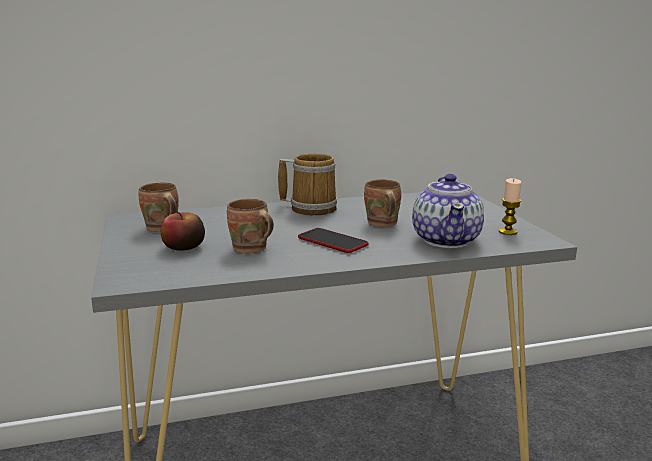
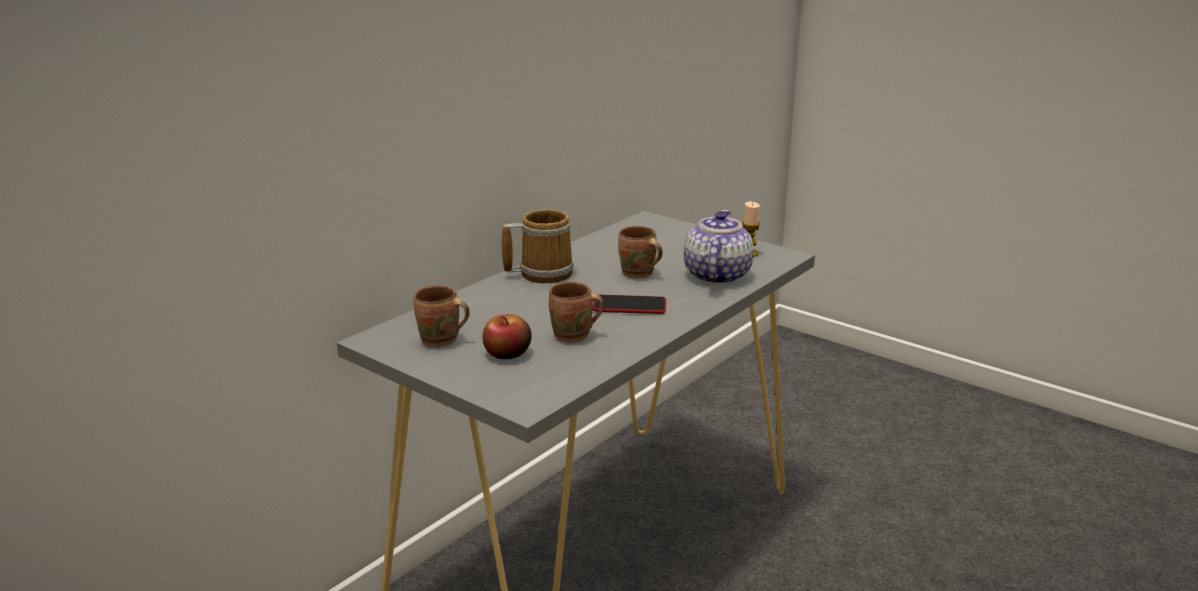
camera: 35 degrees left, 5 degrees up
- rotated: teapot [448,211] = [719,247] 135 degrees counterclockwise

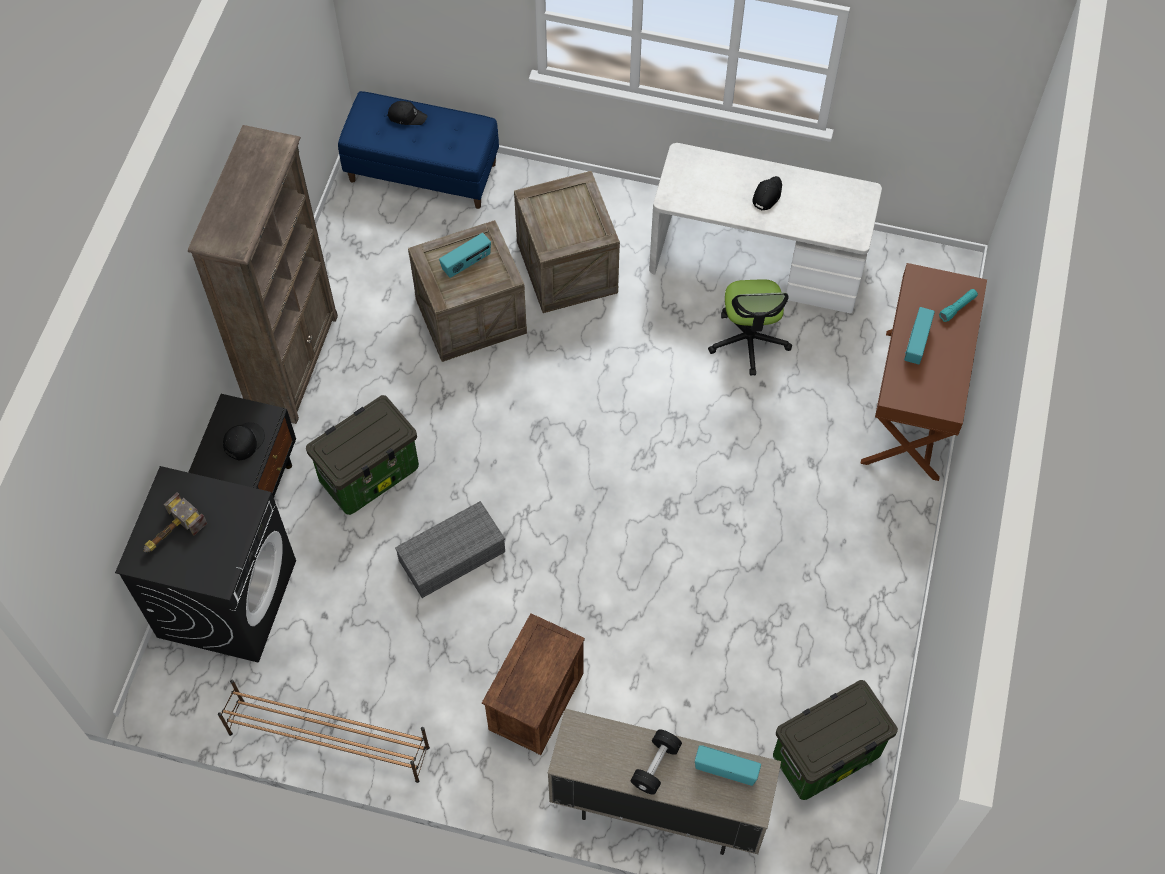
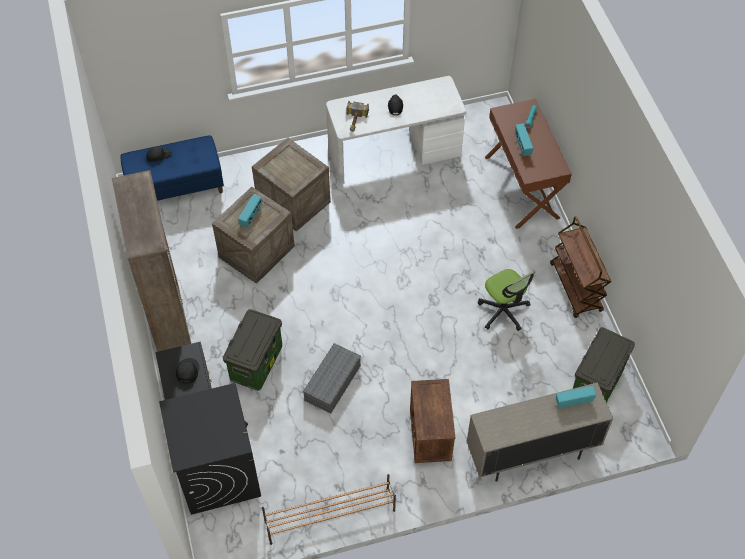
camera: 30 degrees left, 5 degrees down
- shifted: hammer [175,522] to [357,116]
- gone: black_dumbbell [656,762]
- shifted: office_chair [750,327] to [506,300]
- new: brown_cart [580,267]

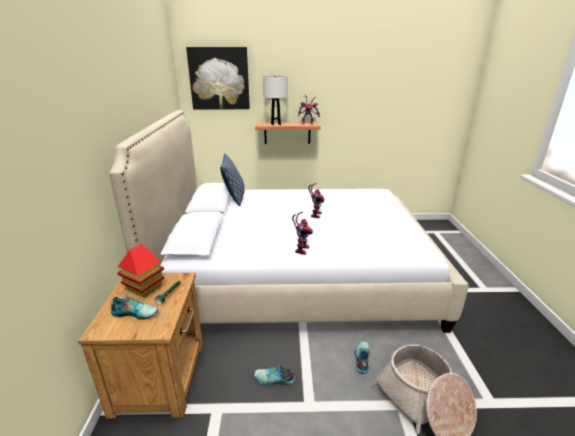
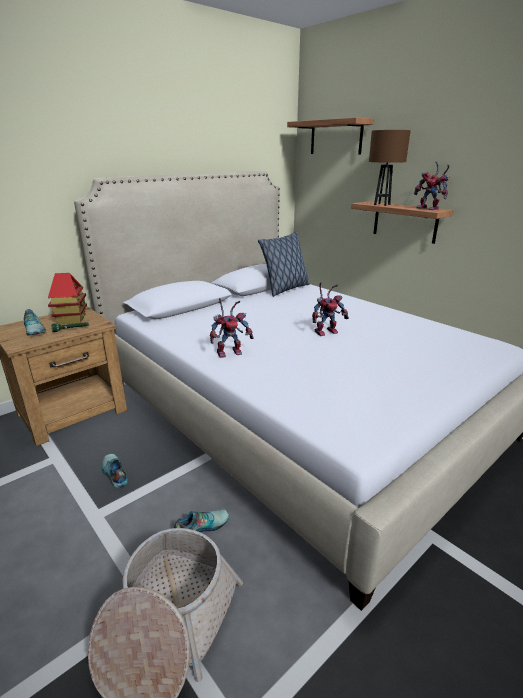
camera: 50 degrees right, 0 degrees up
- swapped: picture [218,78] to shelf [330,136]
- repainted: white_table_lamp [275,101] to brown_table_lamp [390,168]

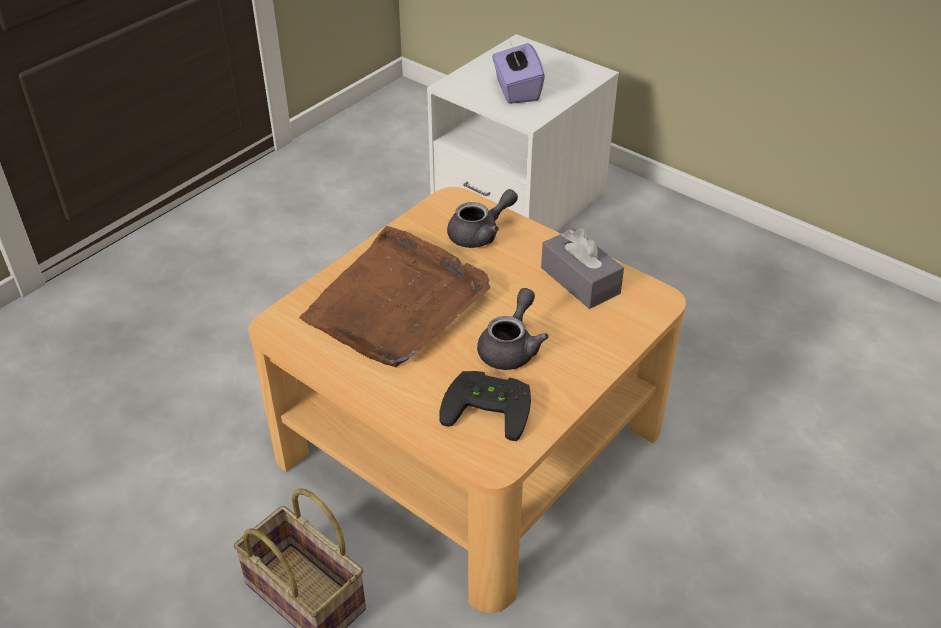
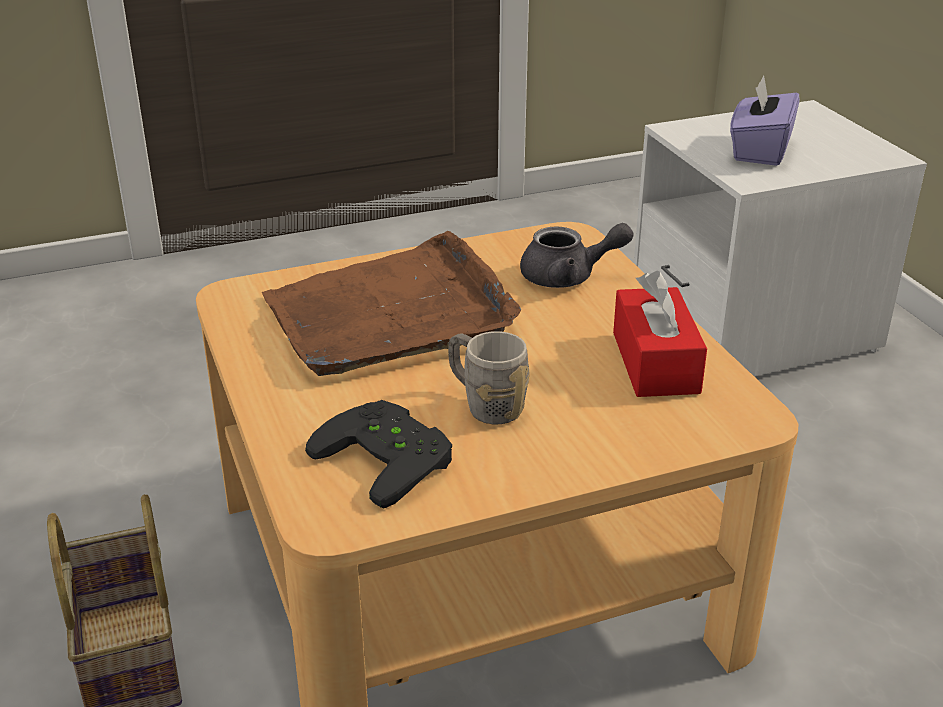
camera: 30 degrees right, 10 degrees down
- swapped: grey_teapot [513,329] to grey_mug [489,377]
- repainted: grey_tissue_box [582,268] to red_tissue_box [660,334]

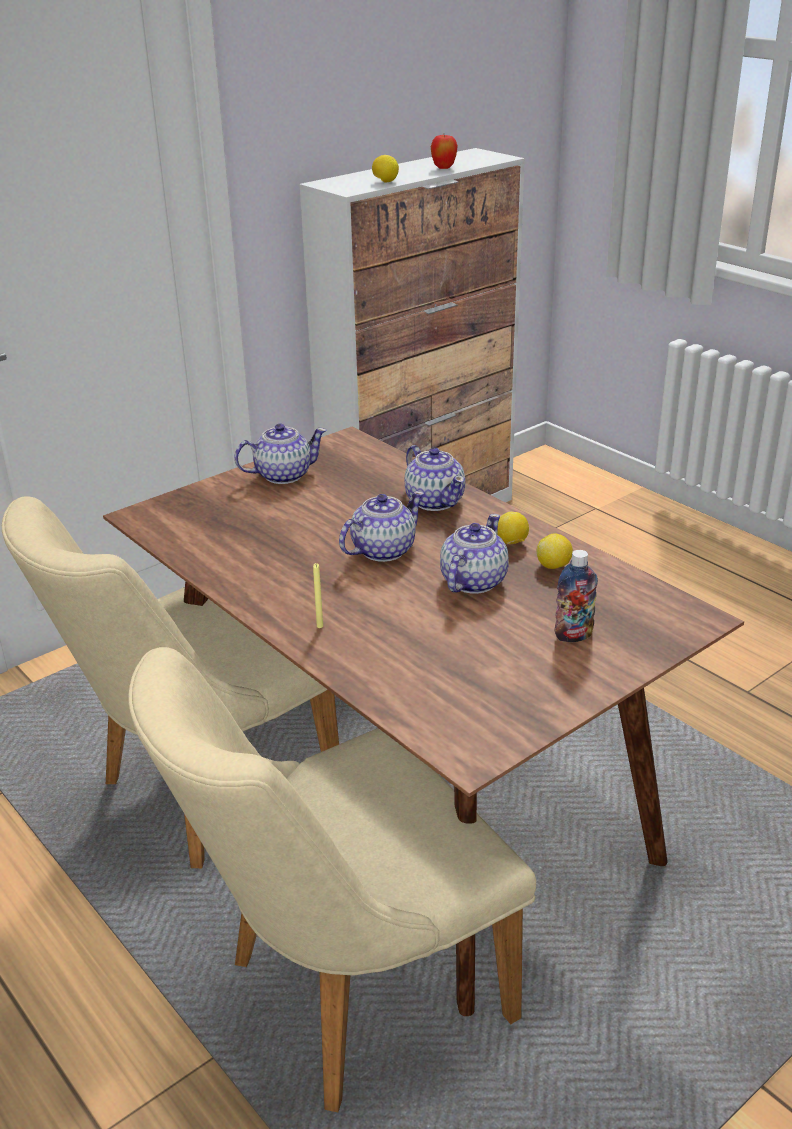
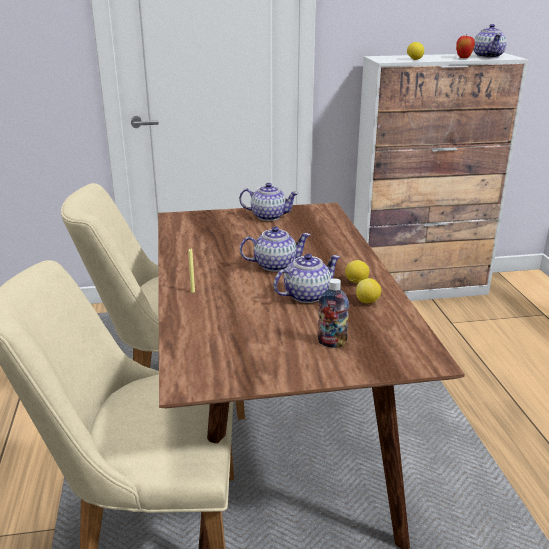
camera: 30 degrees right, 5 degrees down
- shifted: teapot [435,478] to [490,41]

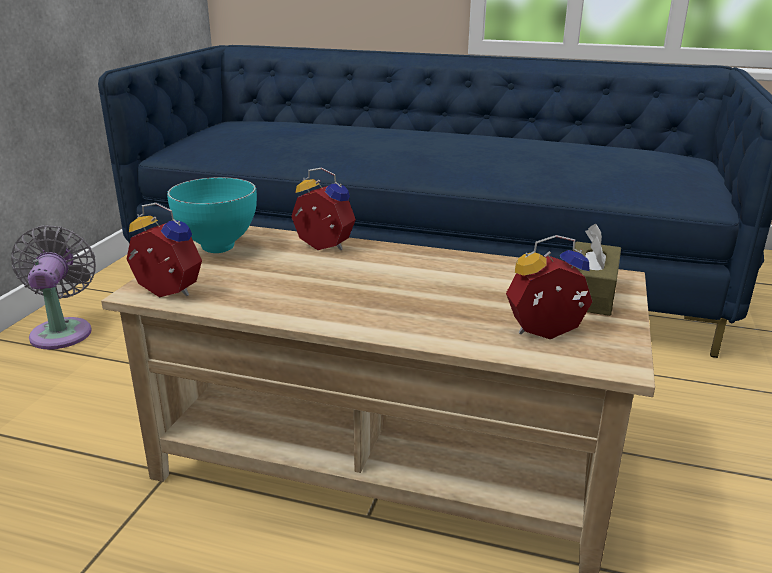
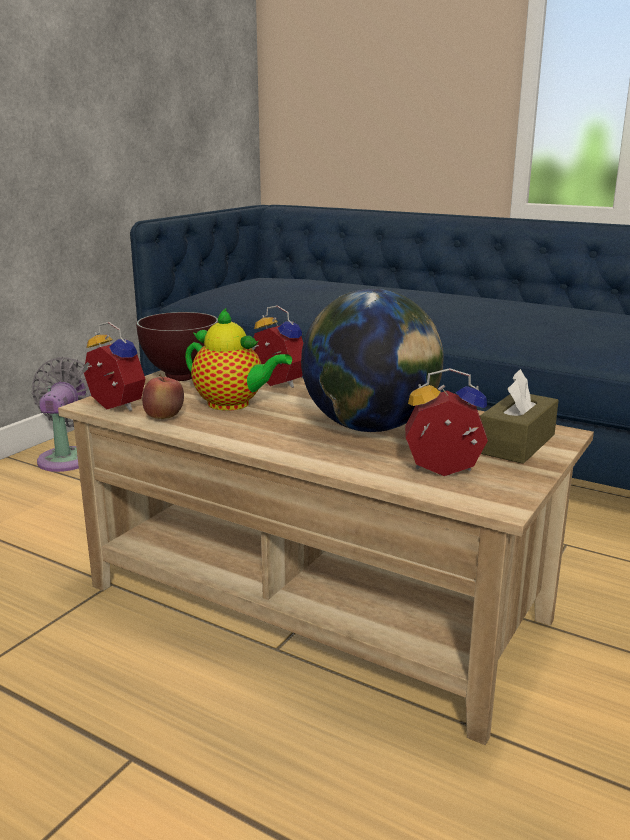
camera: 15 degrees right, 5 degrees down
- repainted: turquoise_bowl [212,215] to brown_bowl [177,346]
- new: apple [163,396]
- new: teapot [238,359]
- new: globe [372,360]

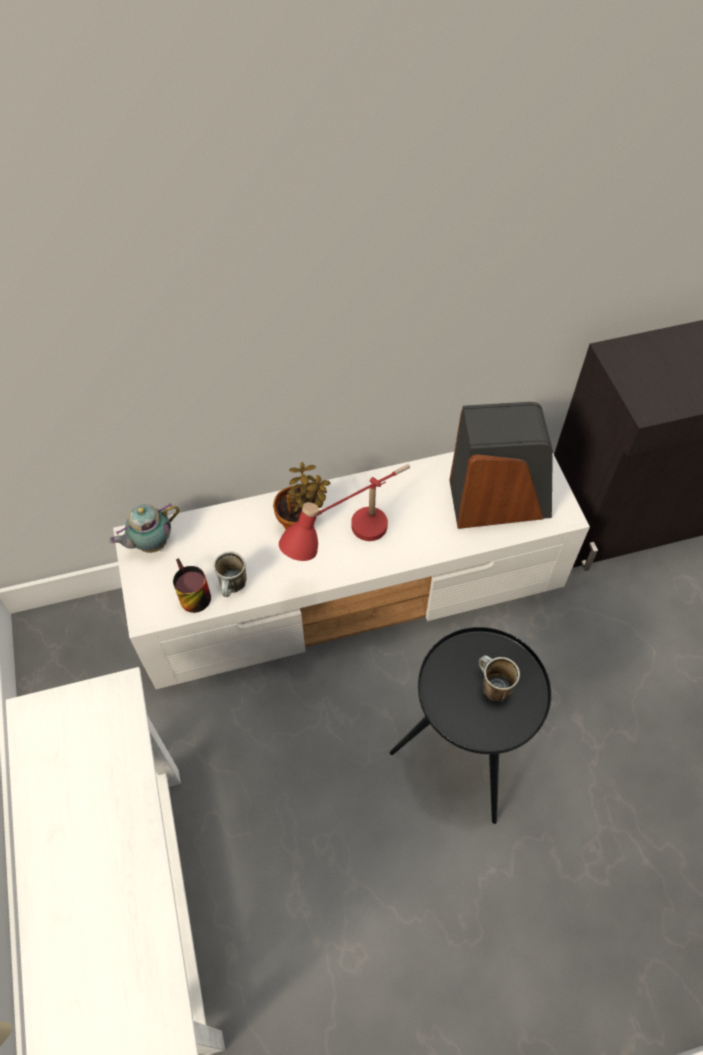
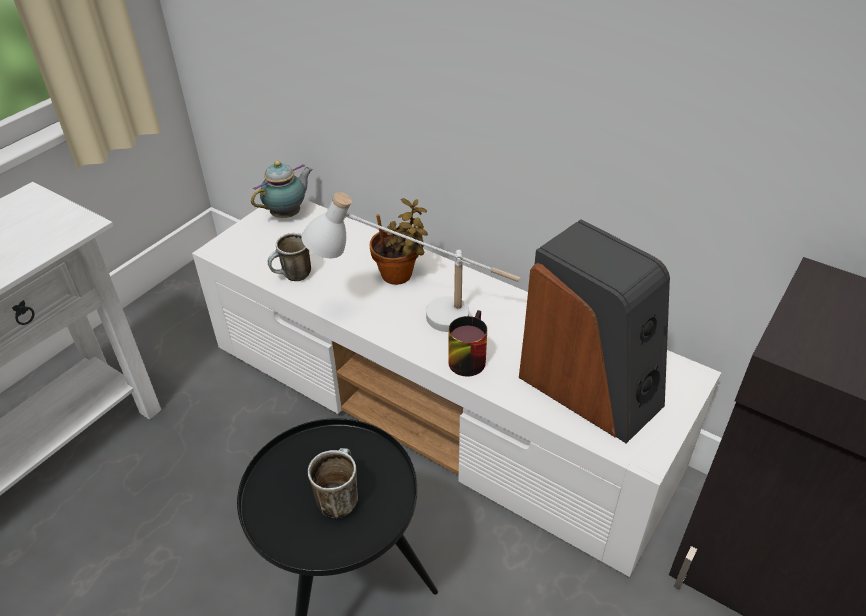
camera: 50 degrees right, 15 degrees down
- rotated: teapot [144,528] = [282,189] 120 degrees clockwise
- shifted: mug [192,585] to [467,343]
- repainted: red_table_lamp [344,512] to white_table_lamp [410,262]

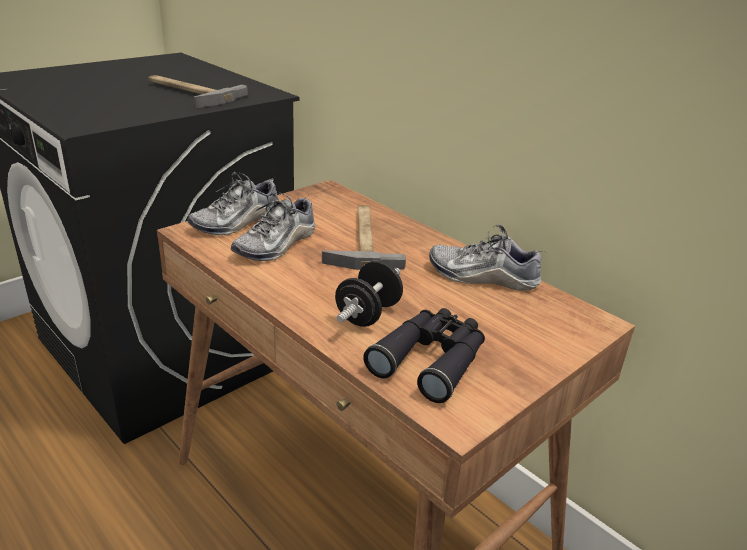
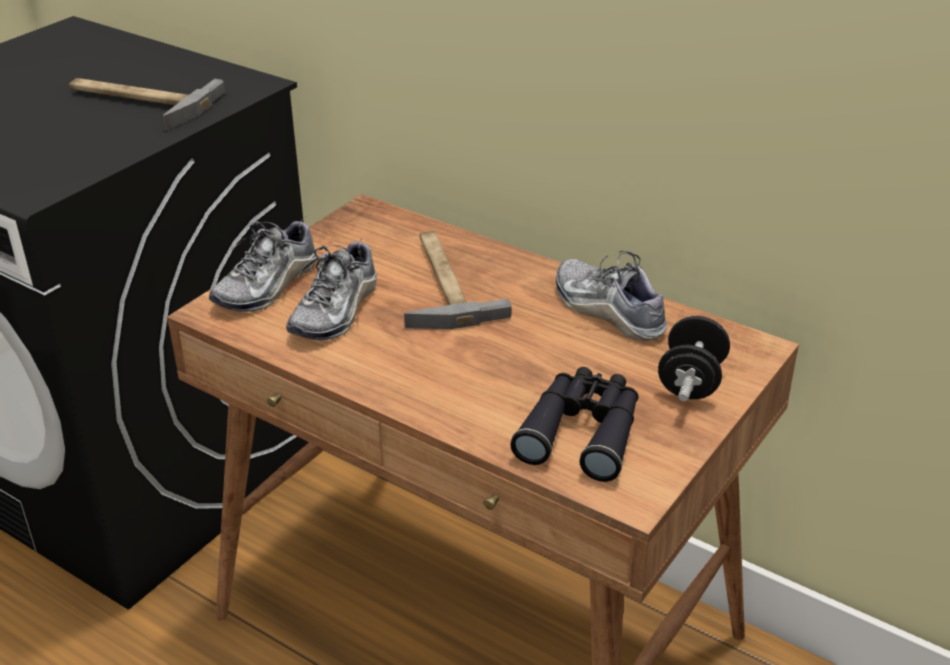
camera: 10 degrees left, 5 degrees up
- shifted: black_dumbbell [369,293] to [694,358]
- rotated: shoe [486,257] = [611,295] 45 degrees clockwise

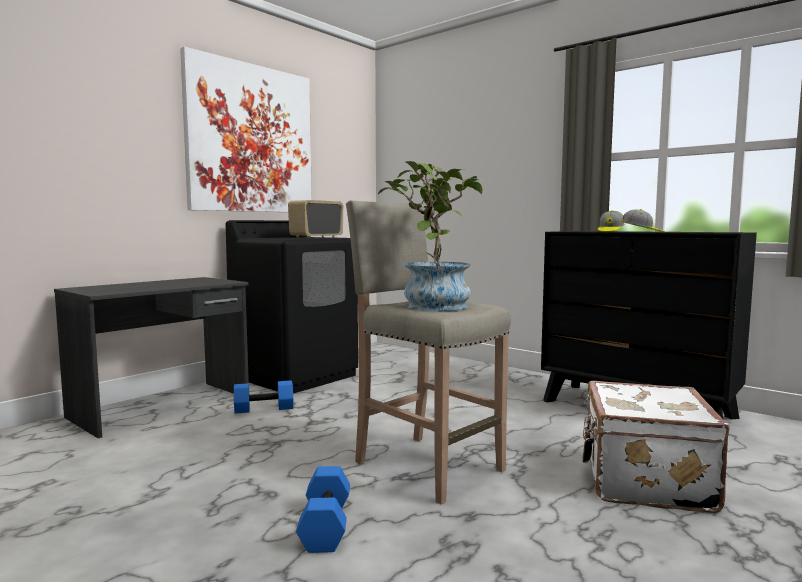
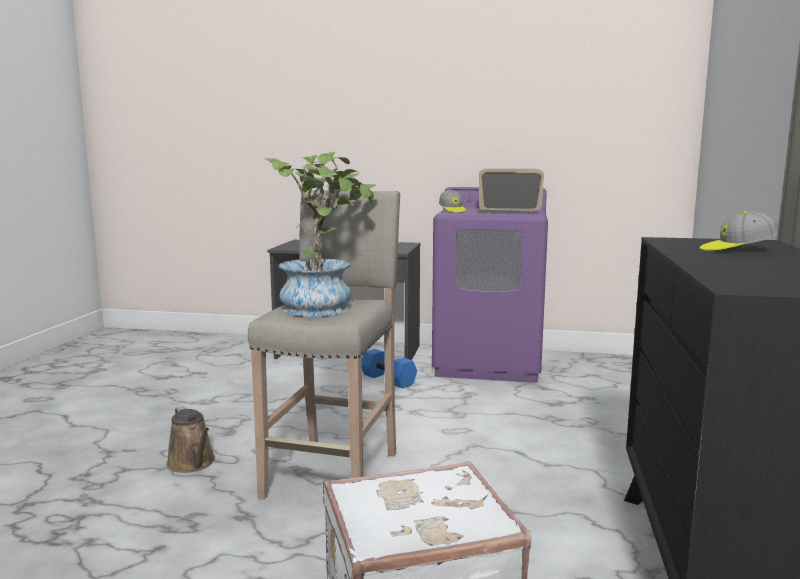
camera: 60 degrees right, 5 degrees up
- gone: picture [246,129]
- repainted: black_washing_machine [292,307] to purple_washing_machine [490,285]
- swapped: blue_dumbbell [323,509] to brown_watering_can [190,439]
- shifted: cap [643,220] to [452,201]

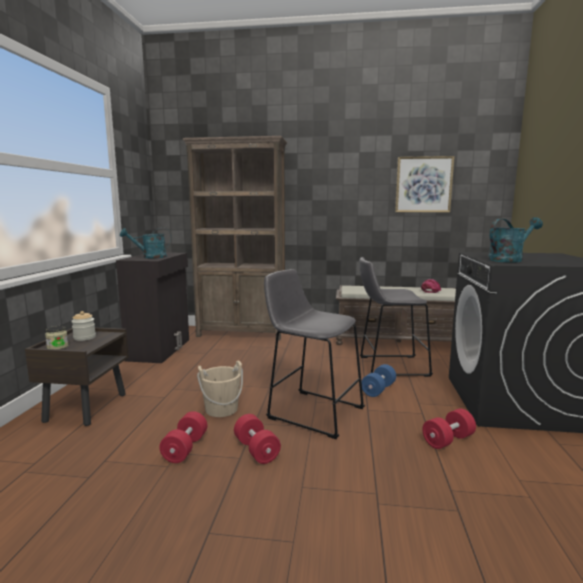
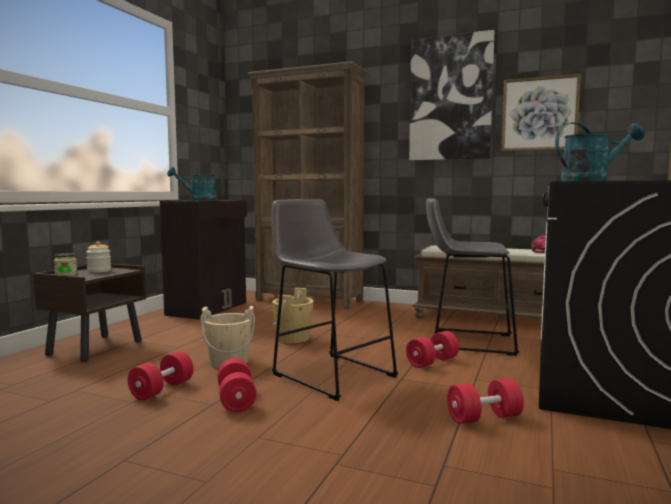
camera: 15 degrees right, 5 degrees down
- repainted: blue_dumbbell [378,380] to red_dumbbell [432,349]
- new: beige_bucket [293,315]
- new: picture [451,95]

